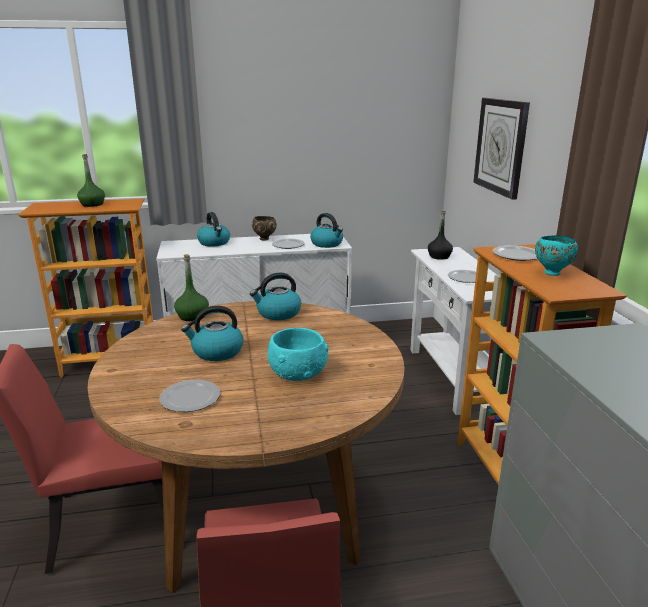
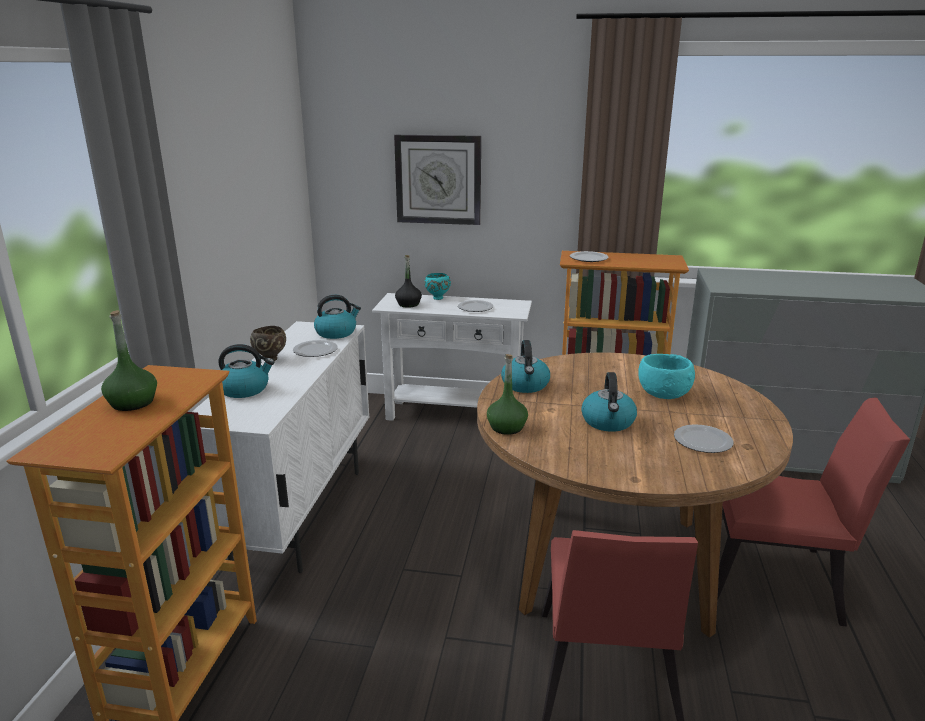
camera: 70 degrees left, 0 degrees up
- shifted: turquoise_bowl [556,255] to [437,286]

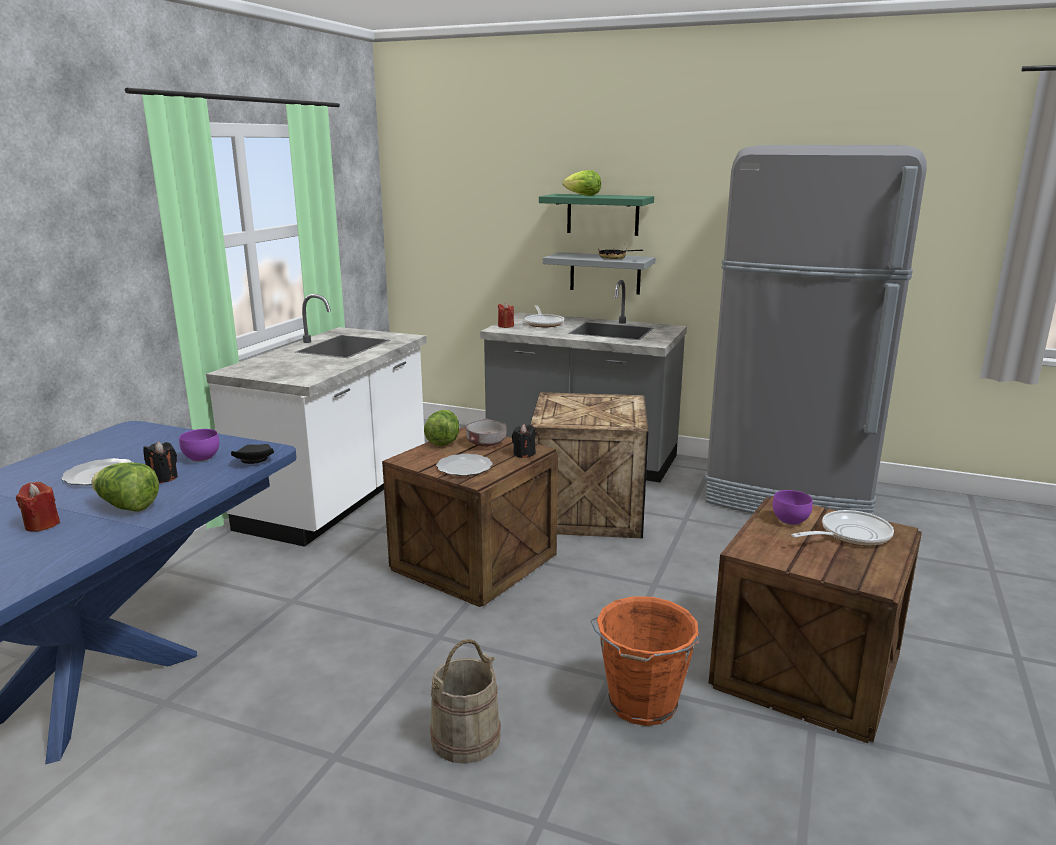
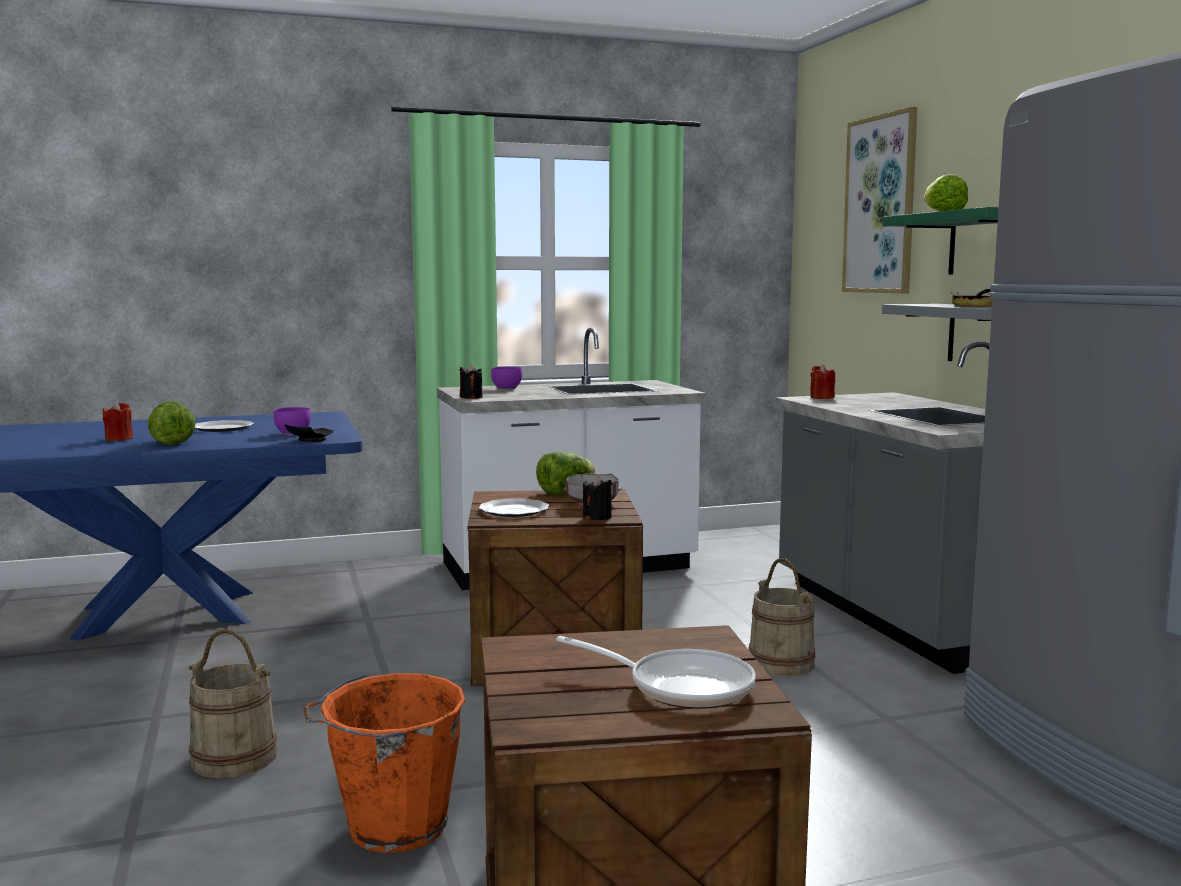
camera: 50 degrees right, 10 degrees down
- shifted: black_candle [160,462] to [471,381]
- gone: frying_pan [544,316]
- swapped: crate [589,465] to beige_bucket [782,617]
- shifted: purple_bowl [793,507] to [506,378]
- new: picture [879,200]

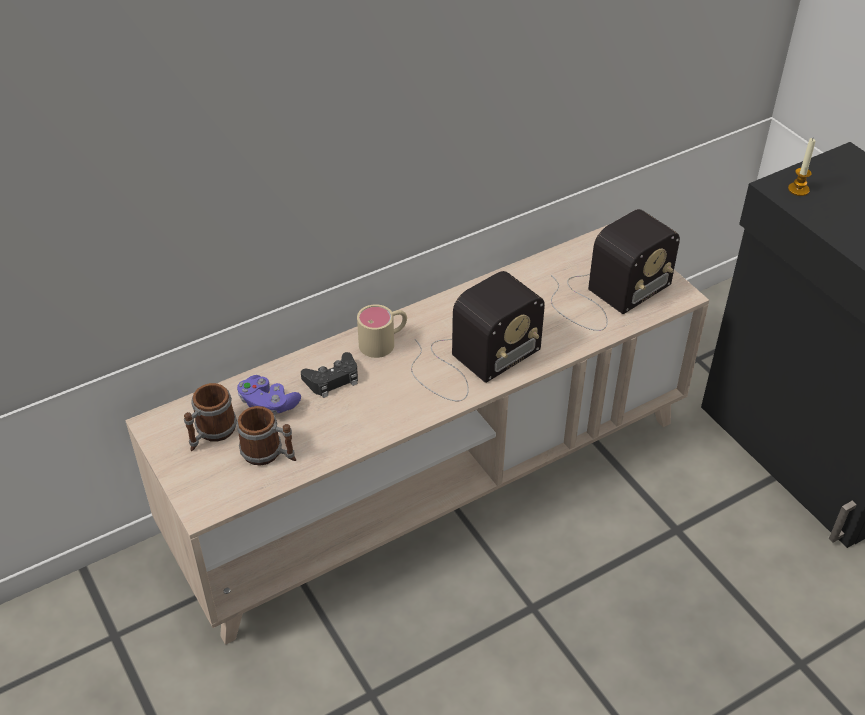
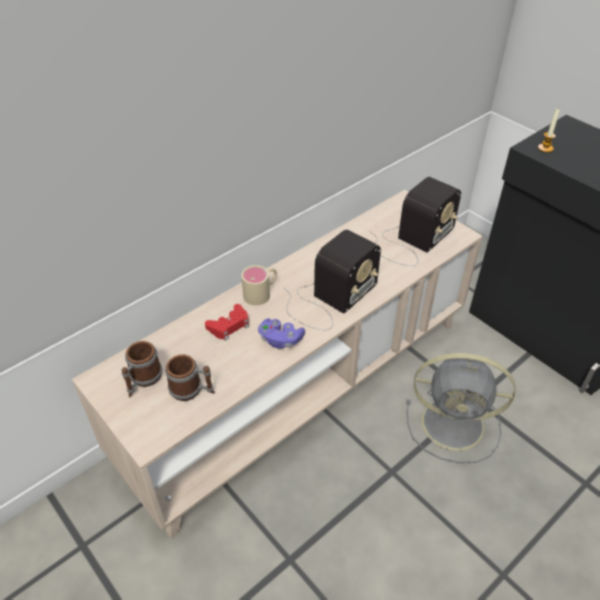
camera: 10 degrees left, 0 degrees up
- shifted: purple_game_controller [269,395] to [281,333]
- repainted: black_game_controller [329,375] to red_game_controller [227,322]
- new: grey_fan [460,408]

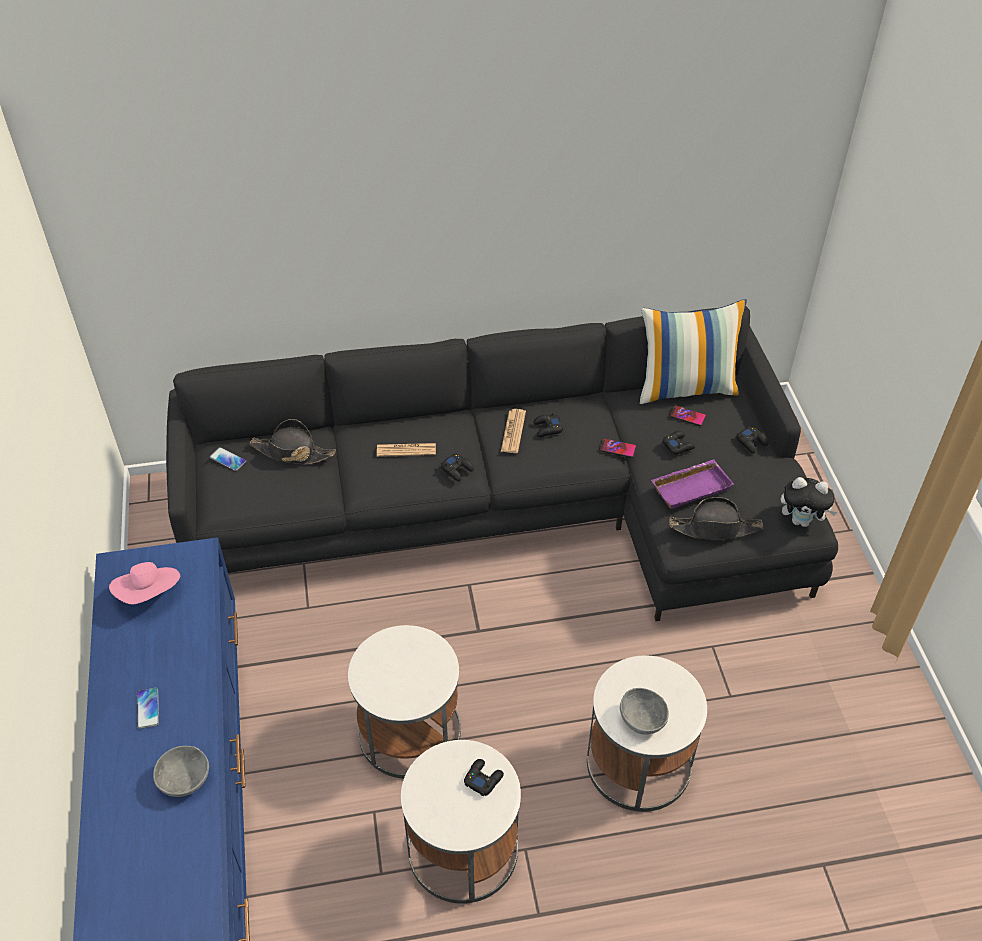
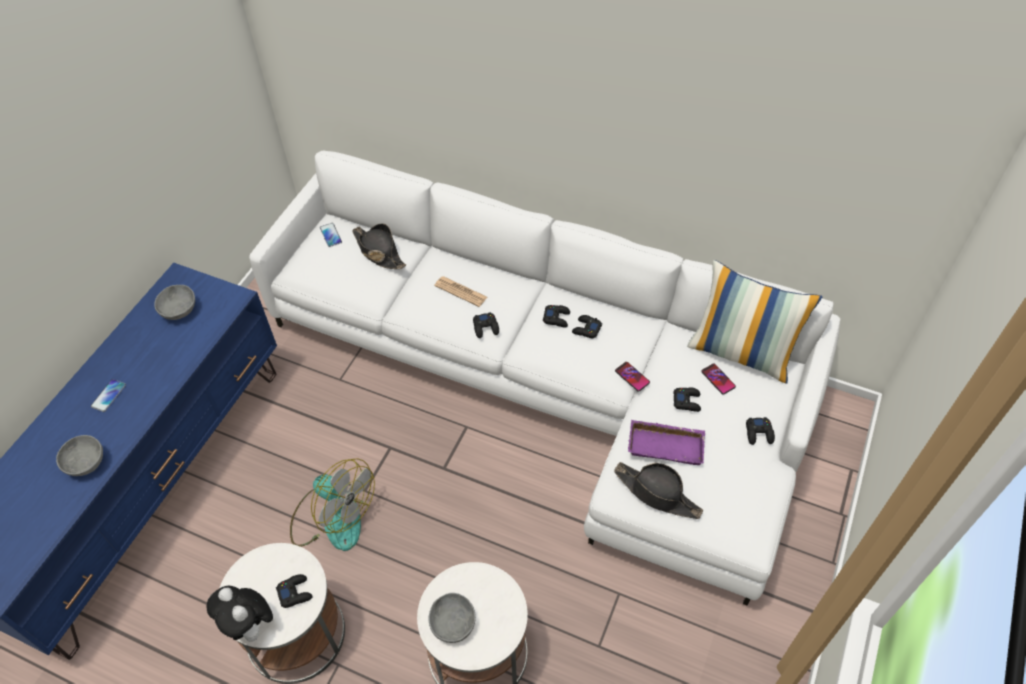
camera: 35 degrees right, 5 degrees up
- swapped: pink_hat [144,583] to grey_bowl [174,302]
- repainted: black_sofa [502,463] to white_sofa [545,378]
- swapped: white_side_table [404,702] to fan [332,504]
- swapped: newspaper [513,431] to black_game_controller [556,316]
- shifted: plush_toy [809,502] to [239,614]

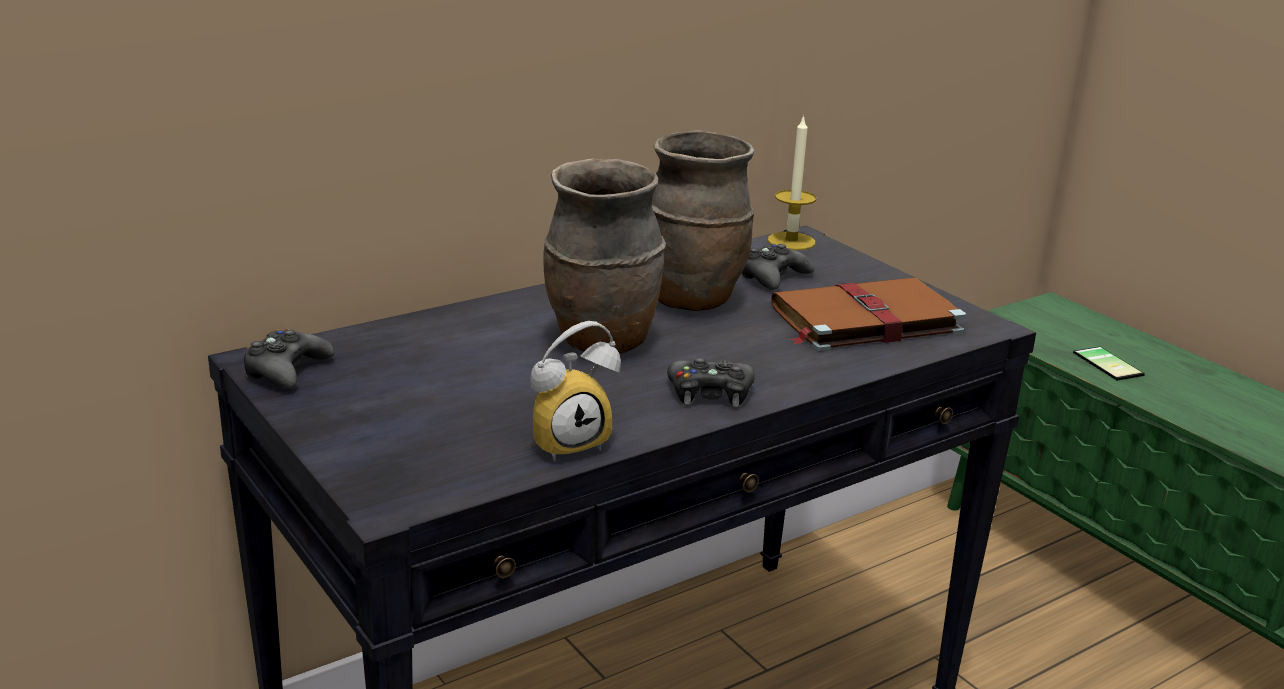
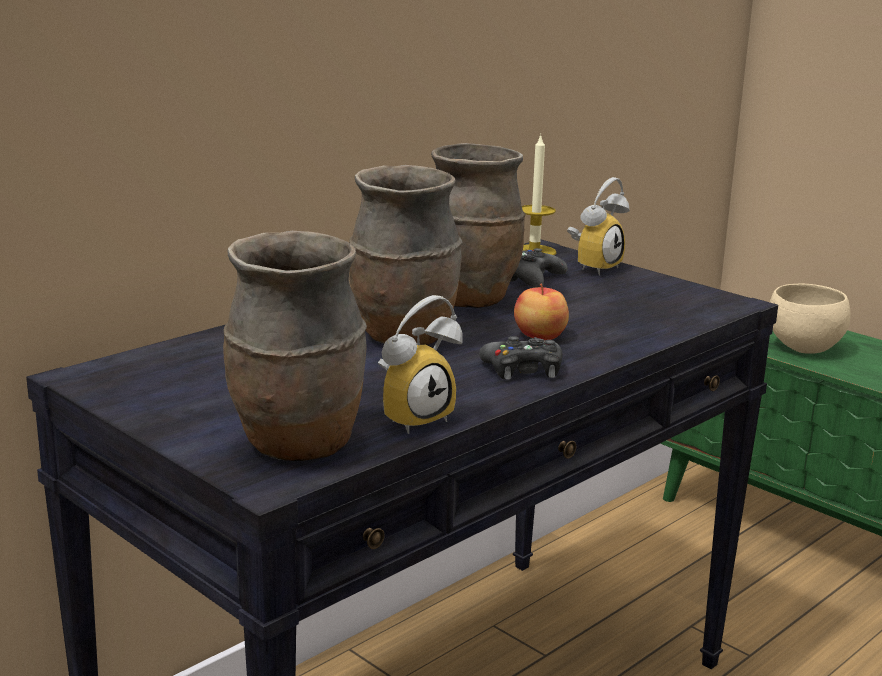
camera: 10 degrees left, 5 degrees down
- gone: black_game_controller [288,359]
- gone: brown_book [868,314]
- swapped: phone [1109,363] to beige_bowl [810,319]
- new: brown_vase [295,346]
- new: apple [541,312]
- new: alarm_clock [598,226]

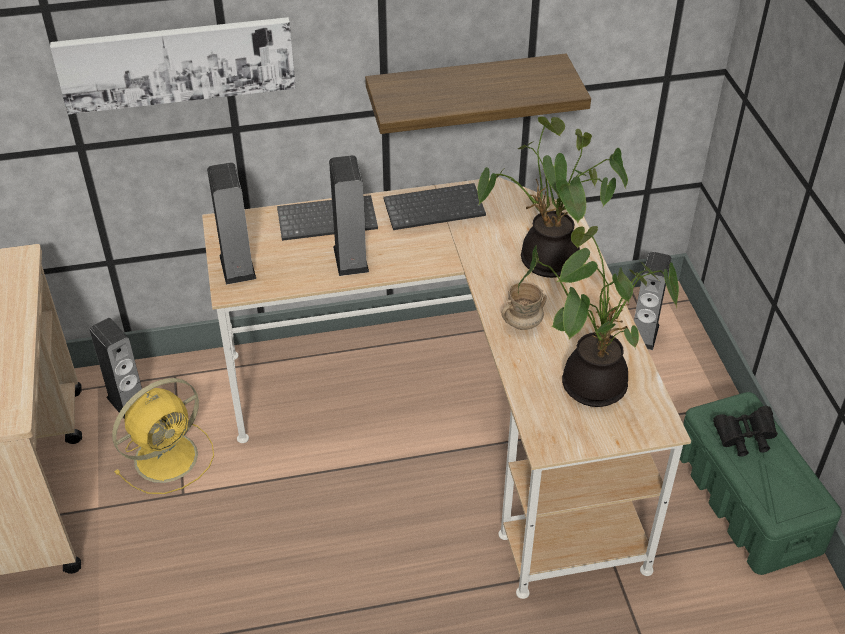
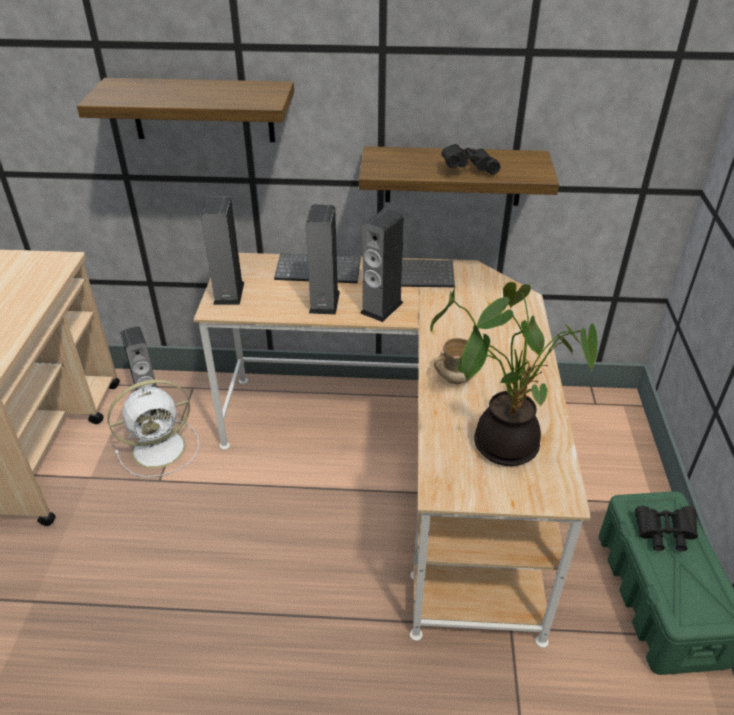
camera: 15 degrees right, 5 degrees down
- swapped: picture [173,66] to shelf [185,110]
- repainted: yellow_fan [163,436] to white_fan [153,428]
- gone: potted_plant [552,197]
- shifted: speaker [652,301] to [382,265]
- new: black_binoculars [471,159]

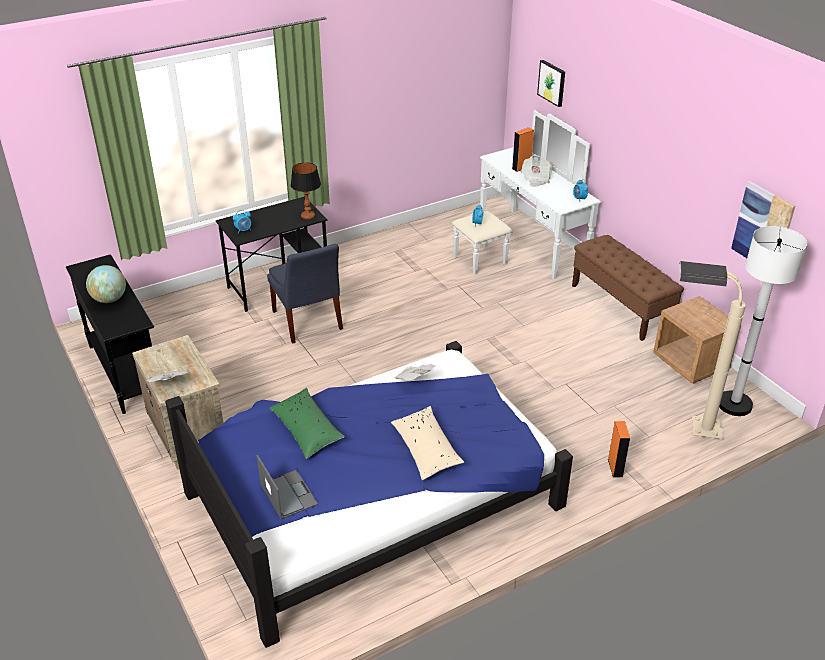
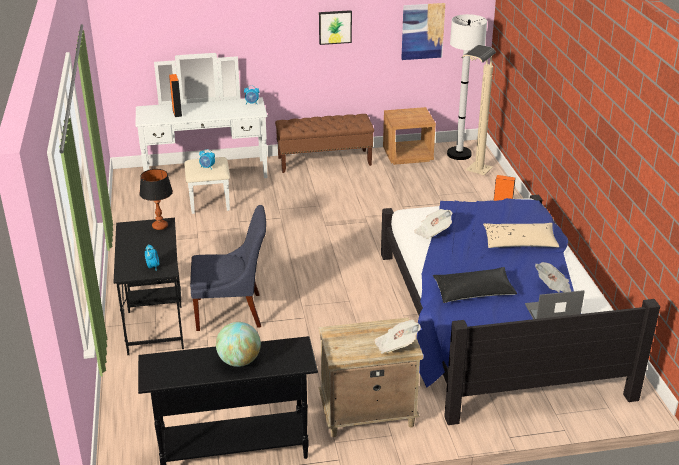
camera: 70 degrees left, 5 degrees down
- repainted: green_pillow [307,423] to black_pillow [475,285]
- shifted: newspaper [536,171] to [553,277]
- shifted: picture [551,83] to [335,27]

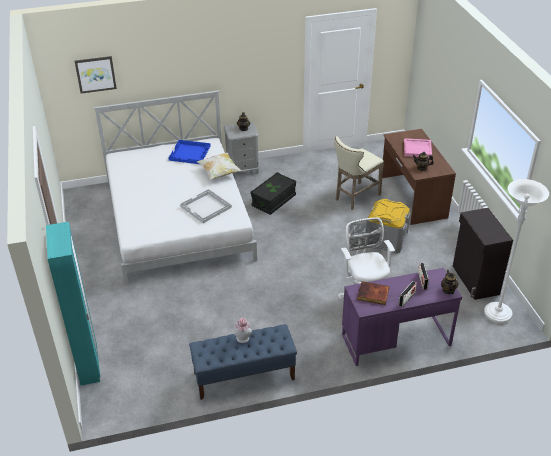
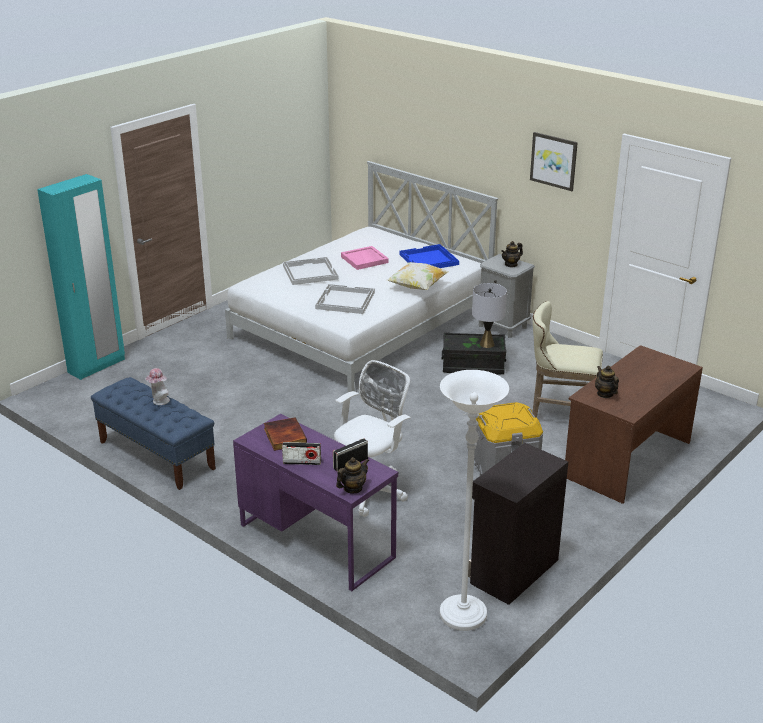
camera: 55 degrees right, 10 degrees down
- shifted: picture [96,75] to [554,161]
- shifted: pink_tray [418,148] to [365,258]
- new: white_tray [311,271]
- new: grey_table_lamp [489,315]

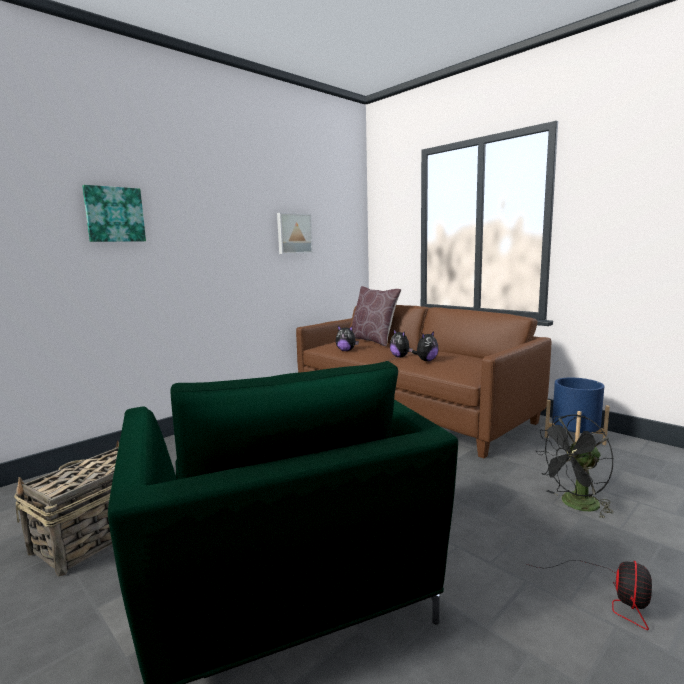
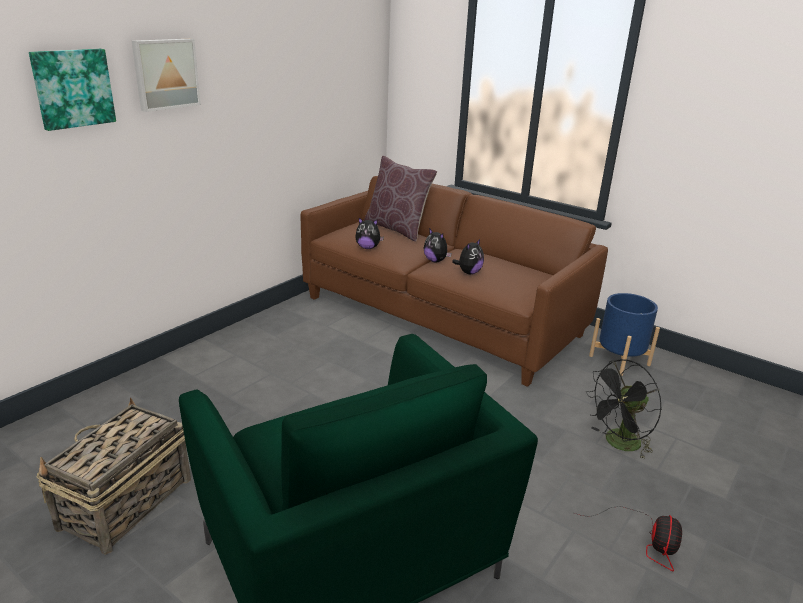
camera: 10 degrees left, 15 degrees up
- shifted: picture [295,233] to [166,75]

